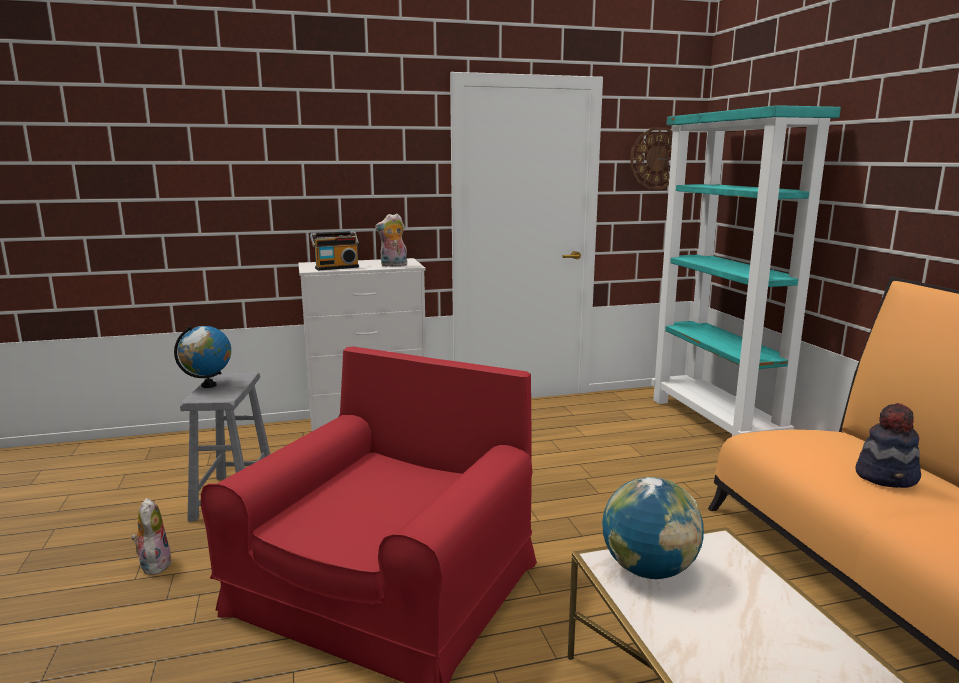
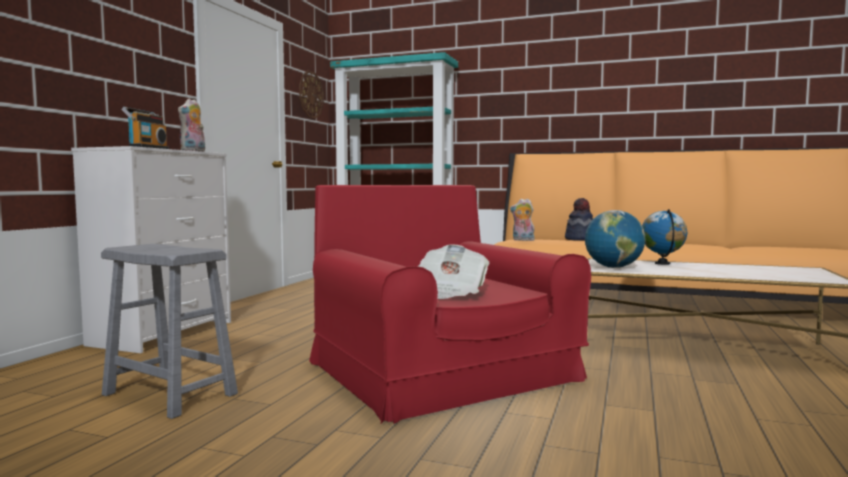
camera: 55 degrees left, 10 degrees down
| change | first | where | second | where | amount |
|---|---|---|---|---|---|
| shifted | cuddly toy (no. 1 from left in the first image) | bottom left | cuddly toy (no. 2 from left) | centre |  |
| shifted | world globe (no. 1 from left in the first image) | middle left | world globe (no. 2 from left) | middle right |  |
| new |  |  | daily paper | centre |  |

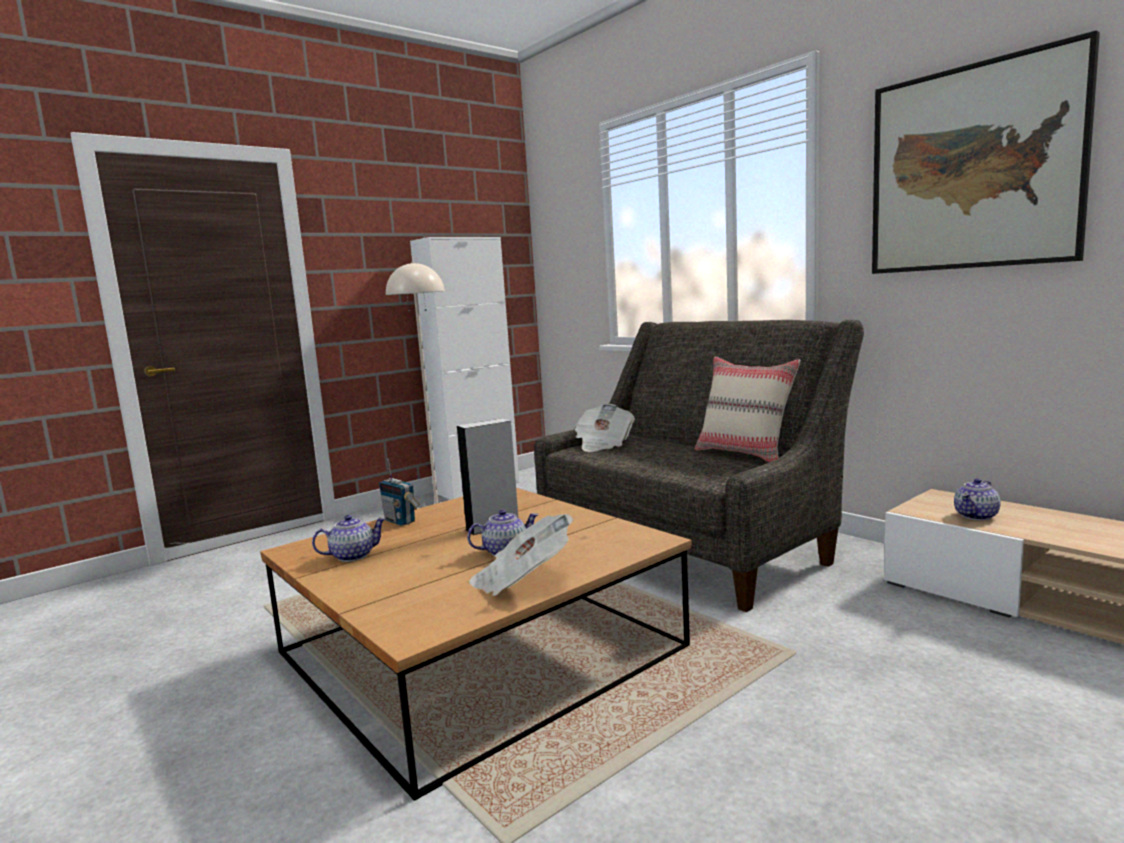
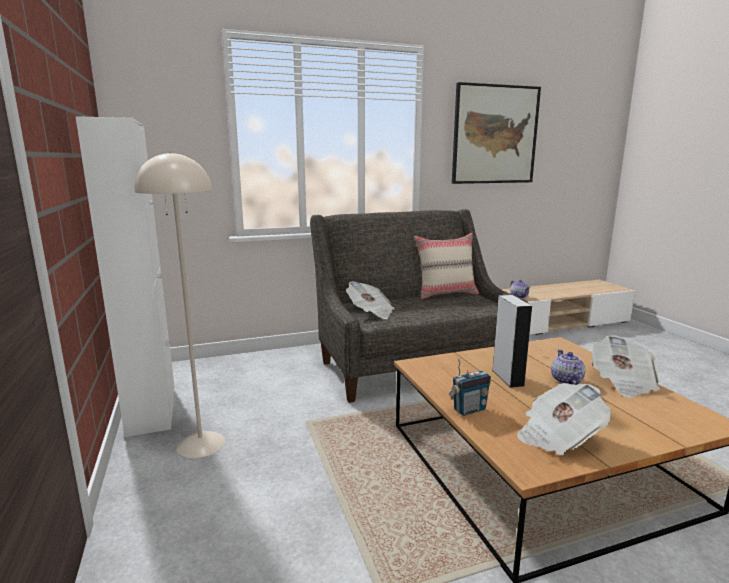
camera: 70 degrees left, 5 degrees up
| change | first | where | second | where | amount |
|---|---|---|---|---|---|
| swapped | teapot (no. 1 from left) | middle left | daily paper (no. 2 from left) | bottom right |  |

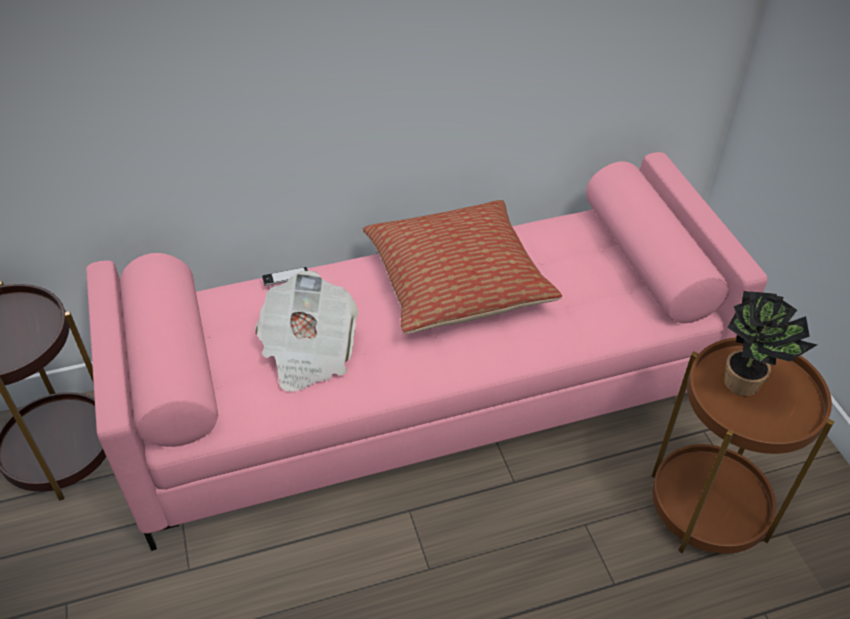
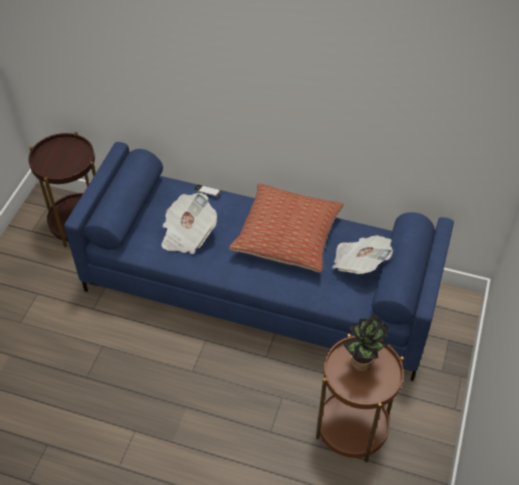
camera: 35 degrees right, 5 degrees up
| change | first | where | second | where | amount |
|---|---|---|---|---|---|
| repainted | pink sofa | centre | blue sofa | centre |  |
| new |  |  | daily paper (no. 2 from left) | middle right |  |

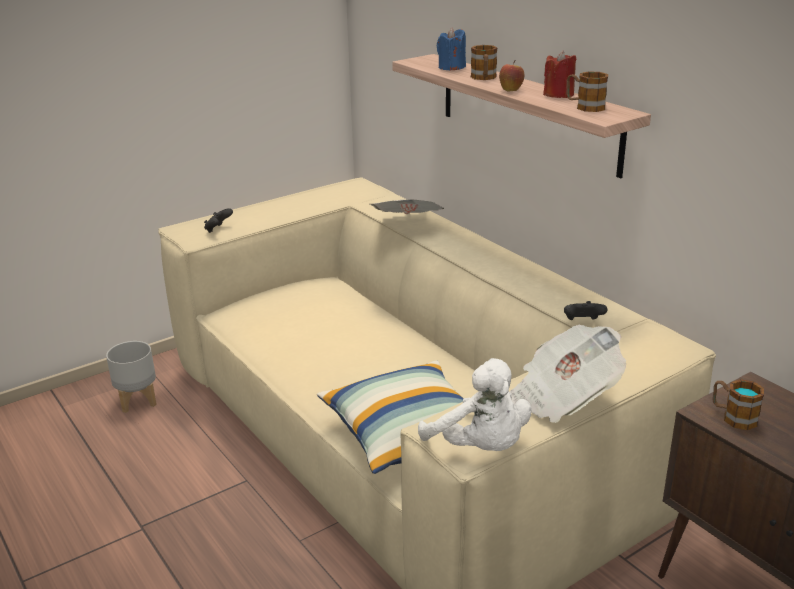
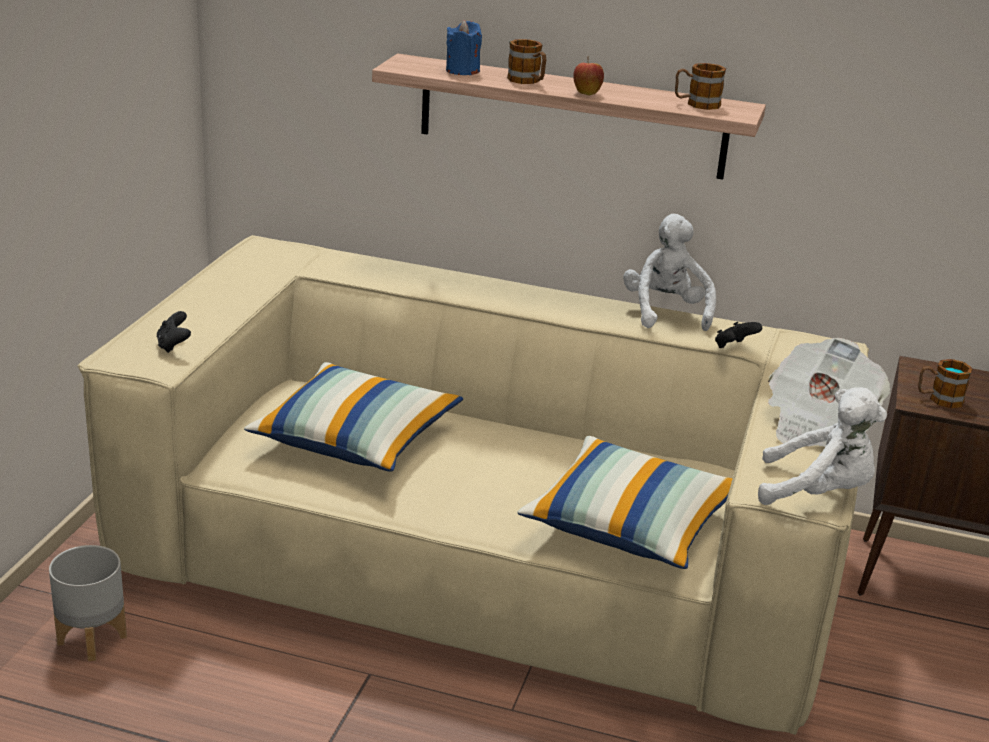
camera: 40 degrees left, 0 degrees up
| change | first | where | second | where | amount |
|---|---|---|---|---|---|
| gone | daily paper (no. 1 from left) | centre |  |  |  |
| gone | reddish candle | top right |  |  |  |
| new |  |  | cushion (no. 1 from left) | centre |  |
| new |  |  | white-coloured cuddly toy (no. 1 from left) | middle right |  |

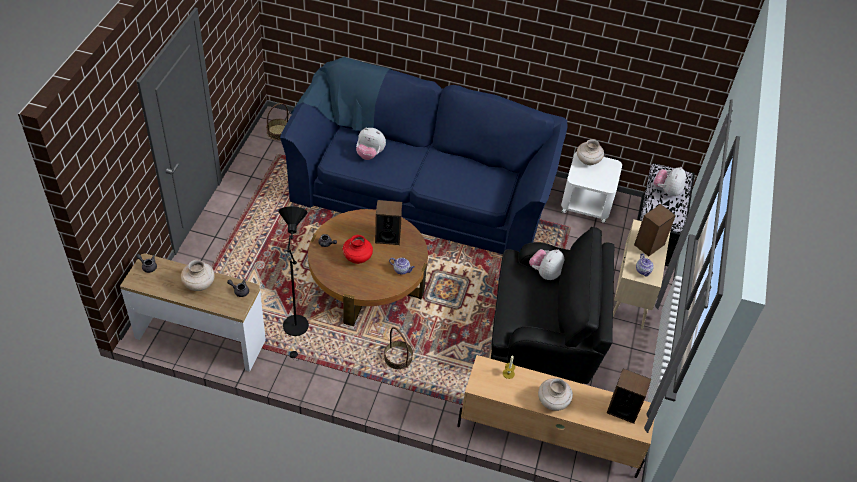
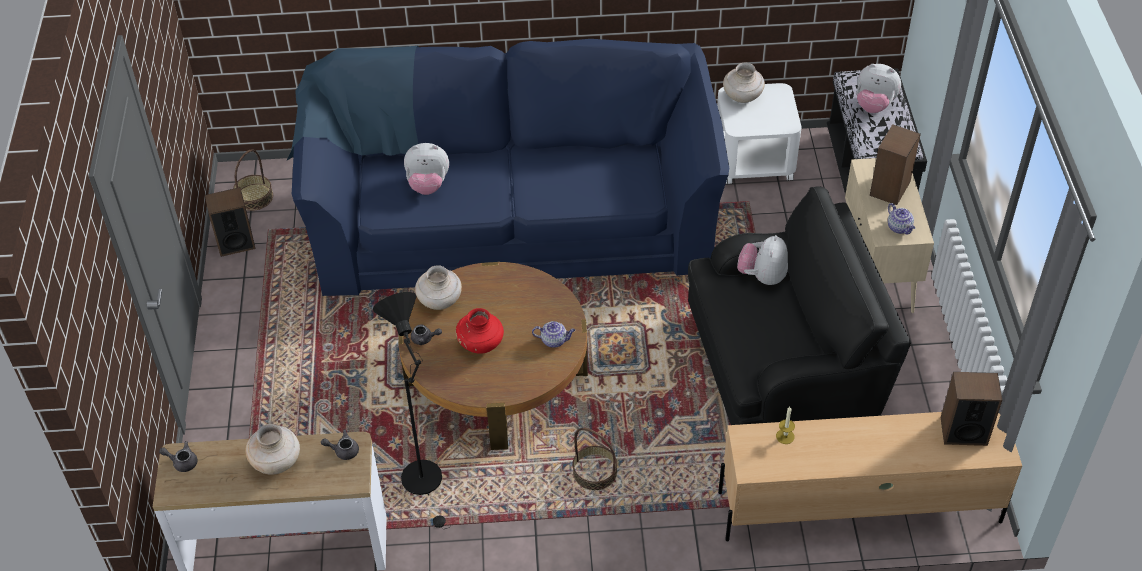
camera: 15 degrees left, 0 degrees up
| change | first | where | second | where | amount |
|---|---|---|---|---|---|
| shifted | speaker (no. 1 from left) | centre |  | middle left |  |
| shifted | beige vase (no. 2 from left) | bottom centre |  | centre |  |
| rotated | cuddly toy (no. 3 from left) | middle right |  | top right | 75 degrees counterclockwise |

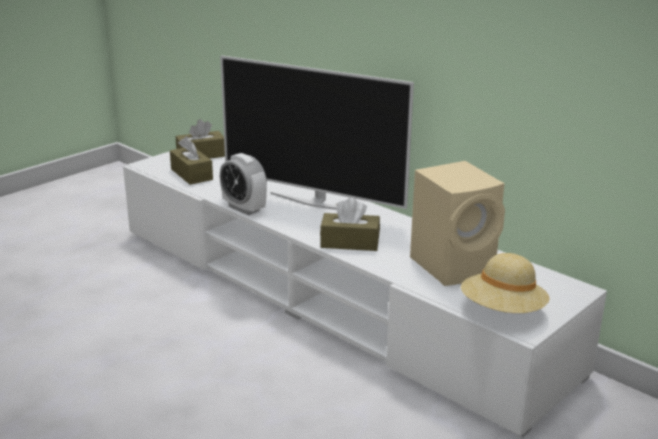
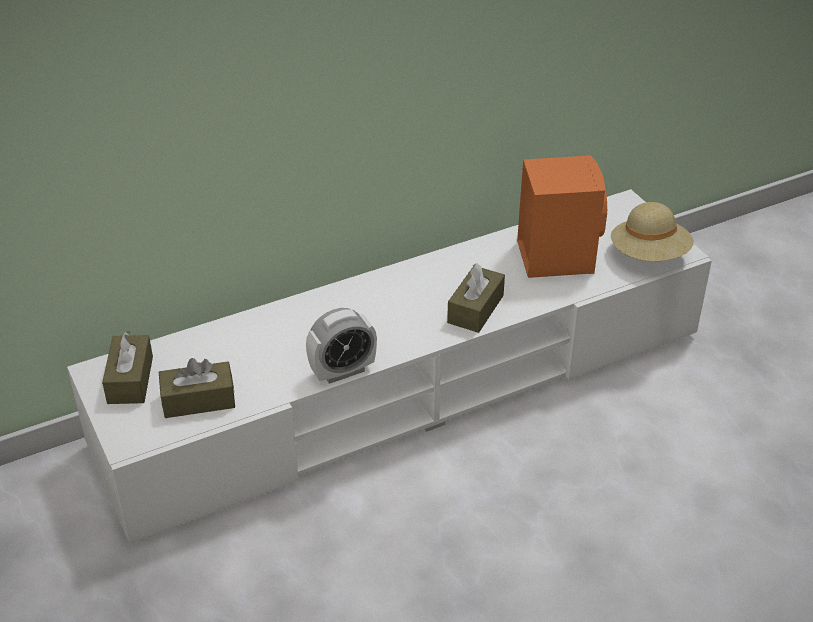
camera: 70 degrees left, 15 degrees up
| change | first | where | second | where | amount |
|---|---|---|---|---|---|
| gone | TV | top centre |  |  |  |
| repainted | beige speaker | middle right | orange speaker | middle right |  |

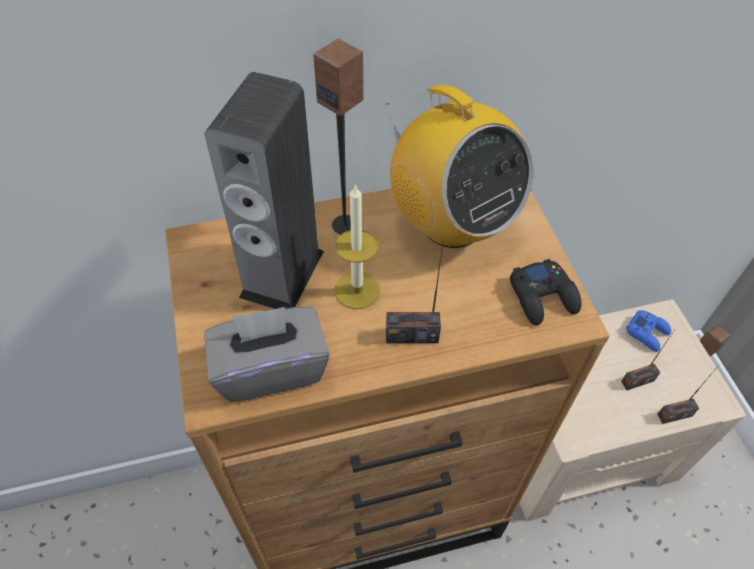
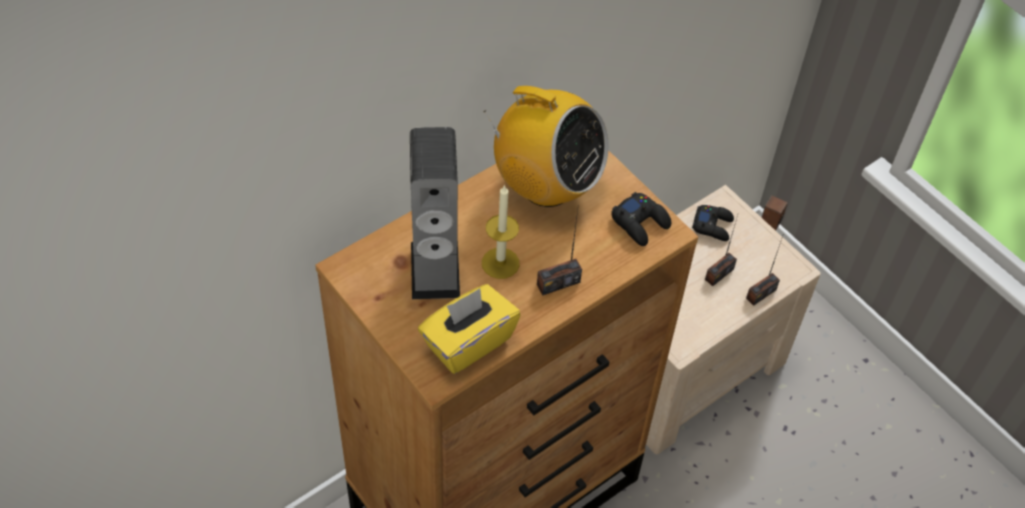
camera: 25 degrees left, 0 degrees up
| change | first | where | second | where | amount |
|---|---|---|---|---|---|
| repainted | gray tissue holder | centre | yellow-coloured tissue holder | centre |  |
| gone | speaker (no. 2 from left) | top centre |  |  |  |
| repainted | blue game controller | middle right | black-coloured game controller (no. 2 from left) | middle right |  |

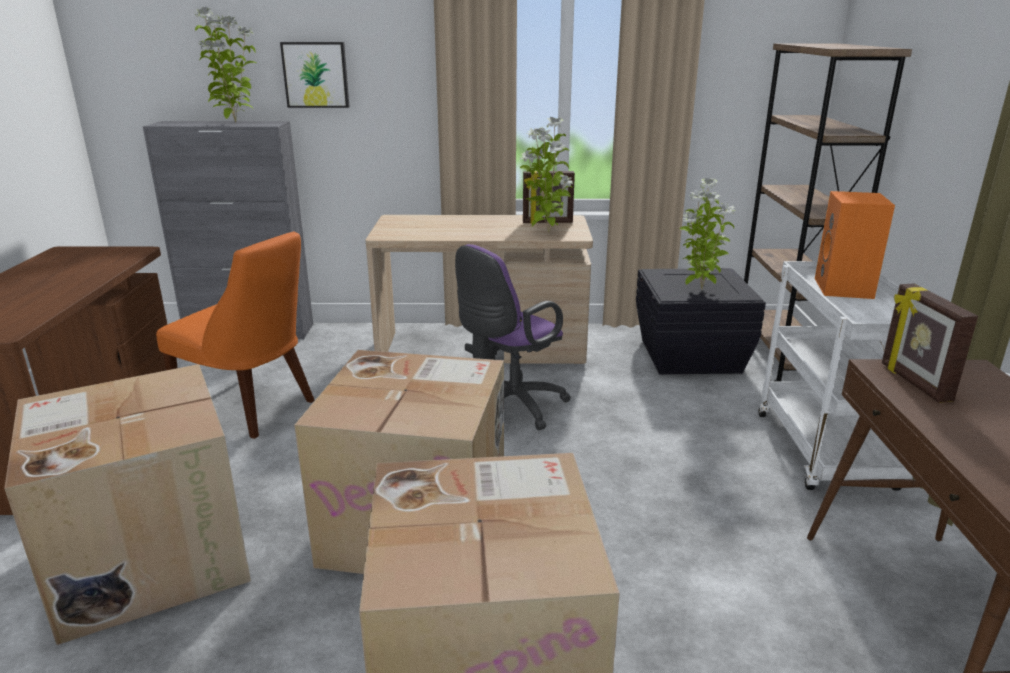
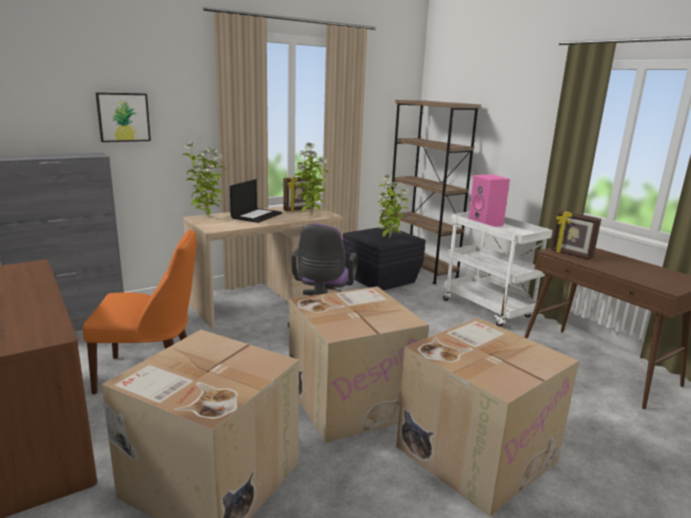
camera: 35 degrees left, 5 degrees down
| change | first | where | second | where | amount |
|---|---|---|---|---|---|
| shifted | potted plant (no. 1 from left) | top left |  | middle left |  |
| repainted | orange speaker | middle right | pink speaker | middle right |  |
| new |  |  | notebook computer | centre |  |

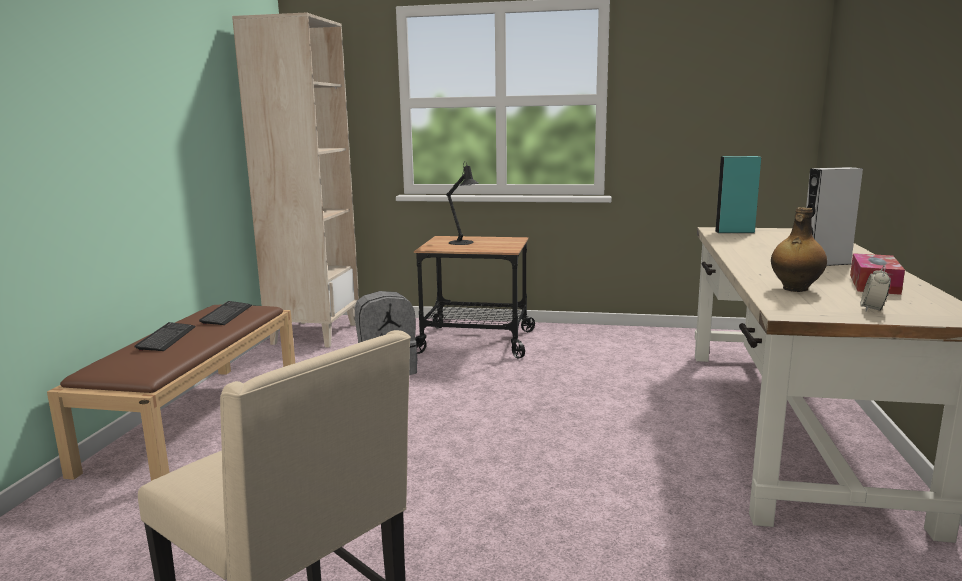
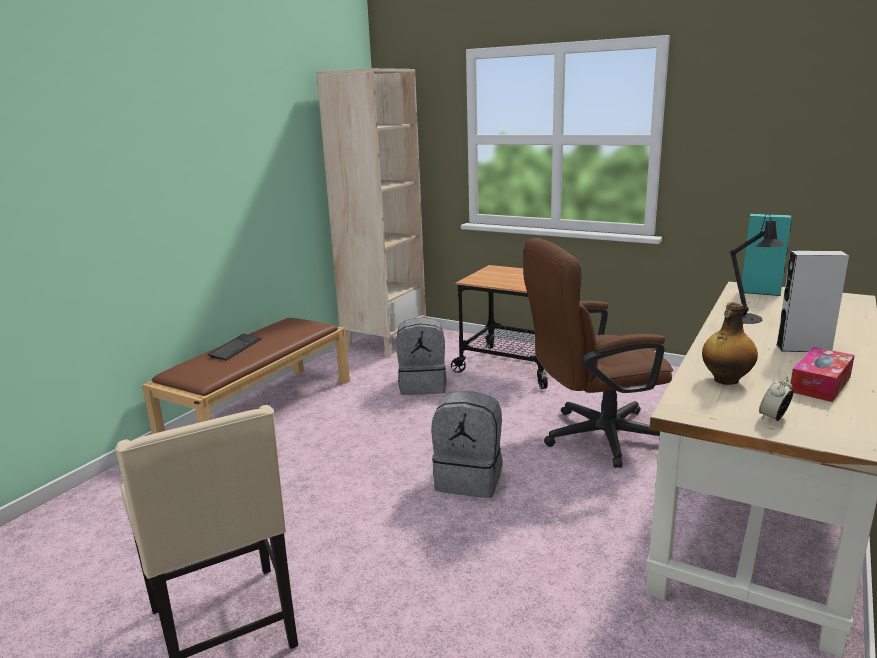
camera: 20 degrees right, 5 degrees up
| change | first | where | second | where | amount |
|---|---|---|---|---|---|
| gone | keyboard (no. 2 from left) | middle left |  |  |  |
| shifted | black-coloured tabletop lamp | centre |  | middle right |  |
| new |  |  | gray rucksack (no. 2 from left) | bottom centre |  |
| new |  |  | brown-coloured office chair | middle right |  |

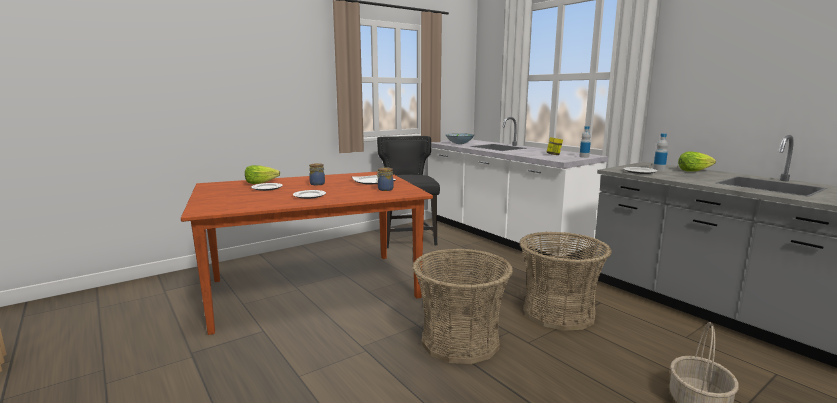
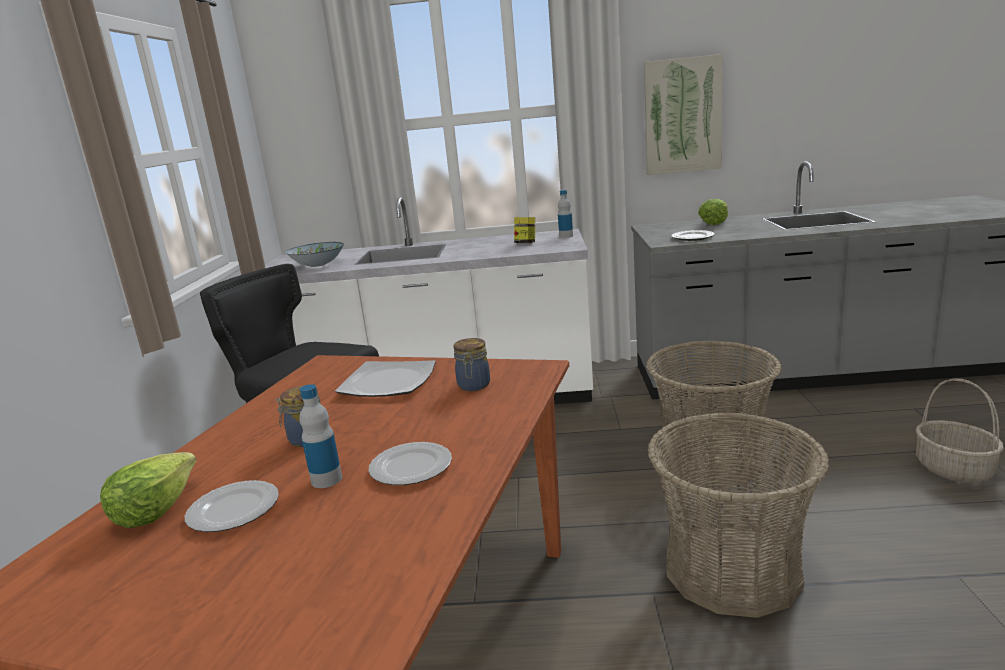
camera: 50 degrees left, 5 degrees up
| change | first | where | second | where | amount |
|---|---|---|---|---|---|
| shifted | bottle (no. 2 from left in the first image) | middle right | bottle (no. 1 from left) | middle left |  |
| new |  |  | wall picture | top right |  |

